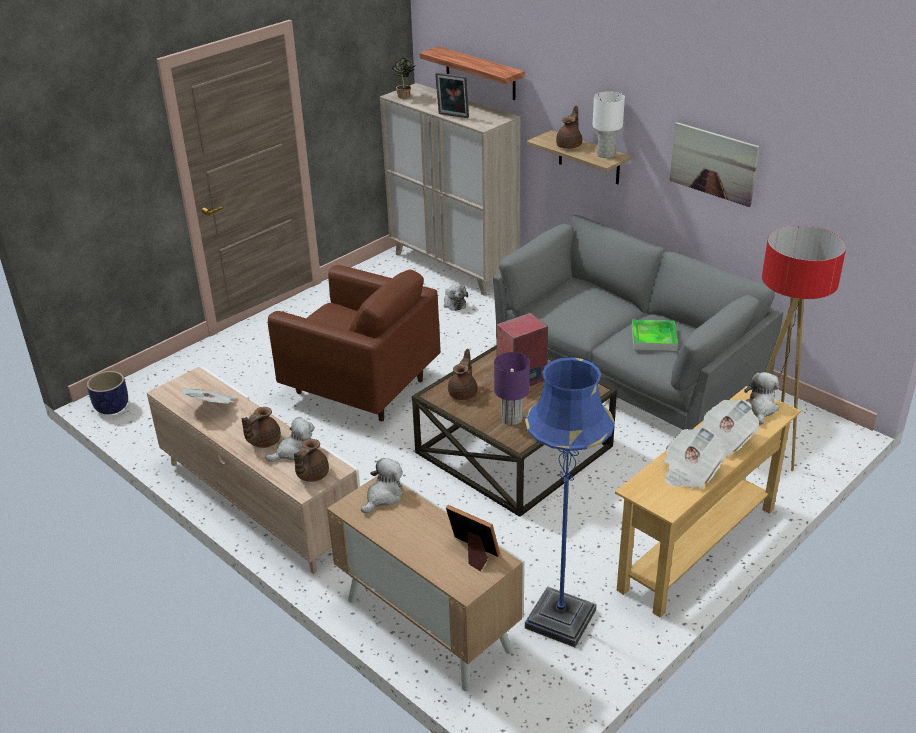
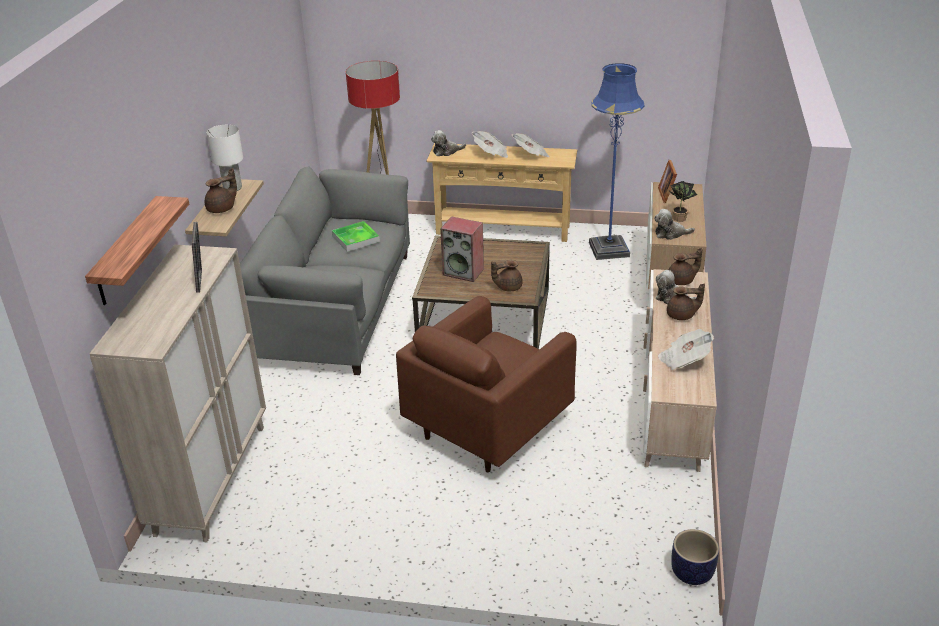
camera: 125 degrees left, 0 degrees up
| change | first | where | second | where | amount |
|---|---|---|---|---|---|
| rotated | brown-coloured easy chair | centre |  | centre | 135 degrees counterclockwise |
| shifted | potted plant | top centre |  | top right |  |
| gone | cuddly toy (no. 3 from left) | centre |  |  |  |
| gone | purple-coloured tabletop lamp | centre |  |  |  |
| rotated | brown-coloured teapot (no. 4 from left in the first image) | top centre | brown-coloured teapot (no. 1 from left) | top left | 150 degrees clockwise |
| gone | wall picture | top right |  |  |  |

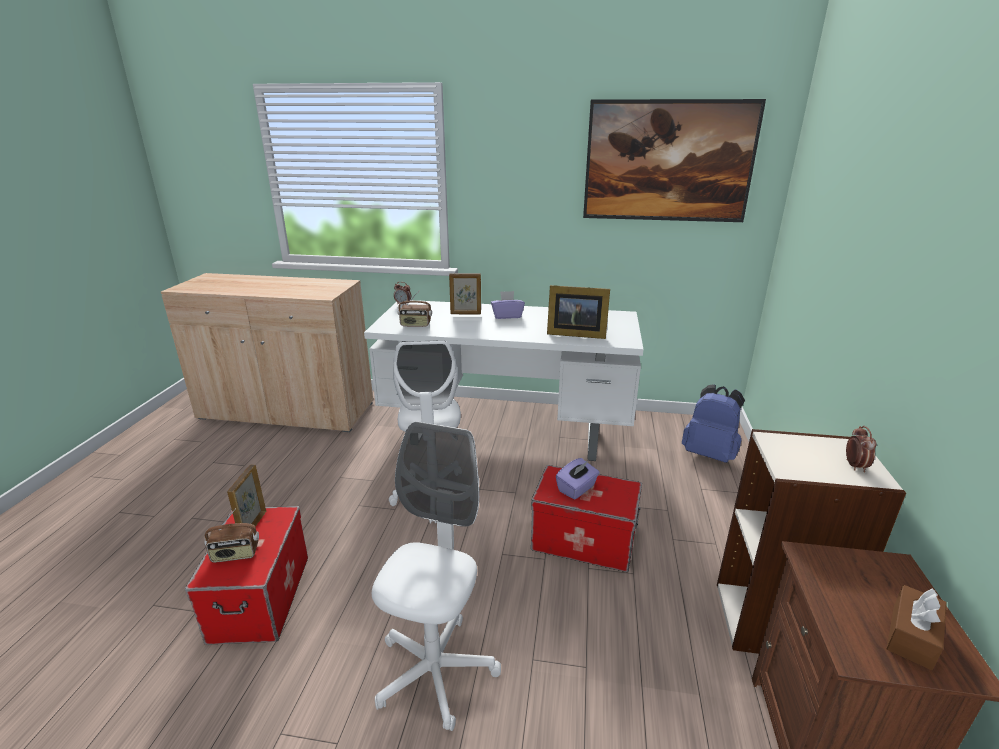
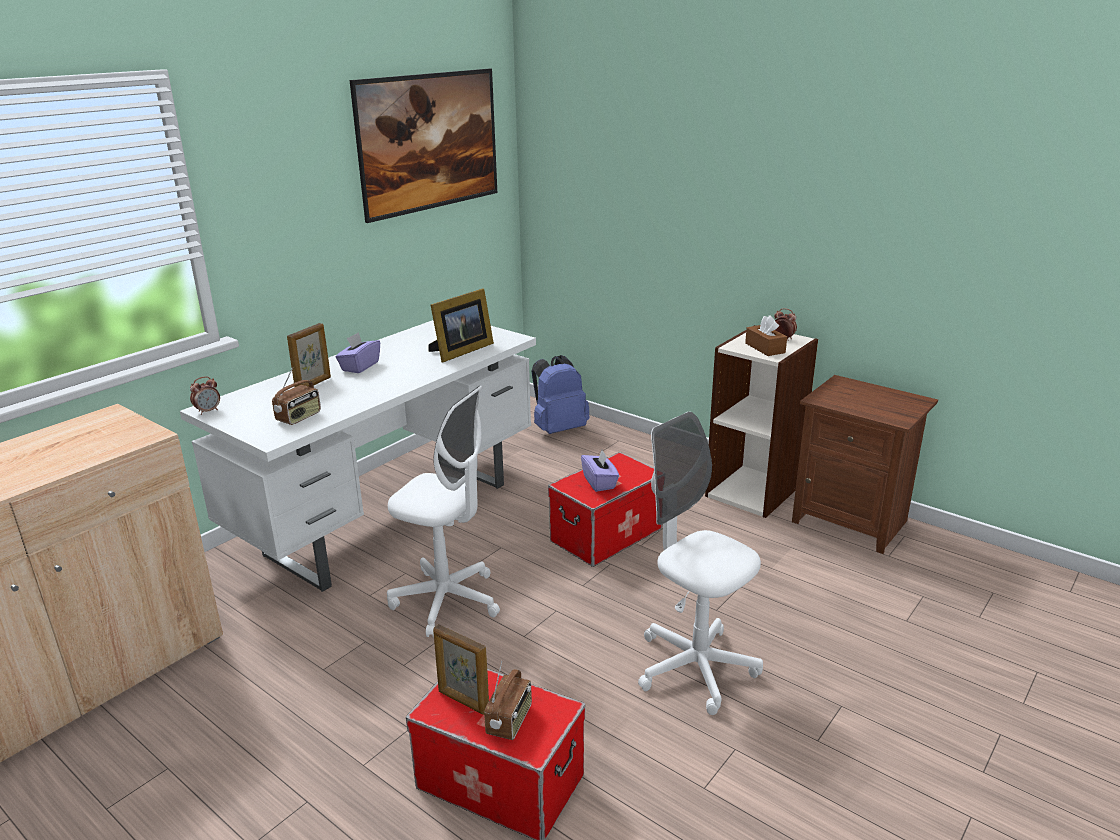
camera: 60 degrees left, 0 degrees up
| change | first | where | second | where | amount |
|---|---|---|---|---|---|
| shifted | brown-coloured tissue holder | bottom right |  | middle right |  |

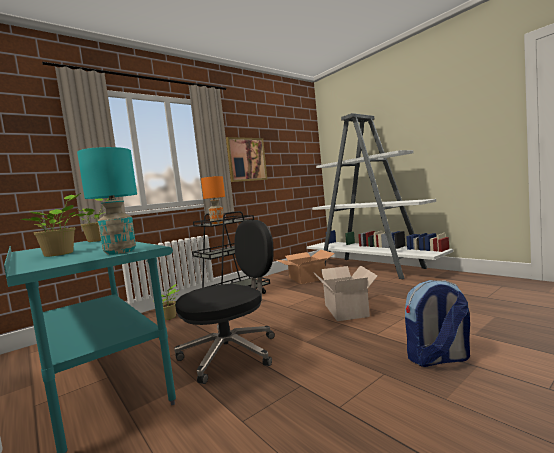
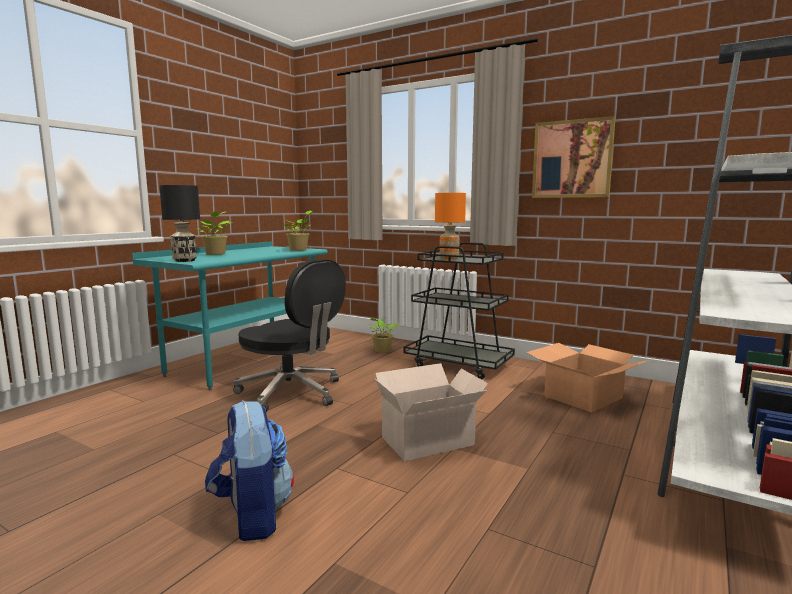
camera: 70 degrees right, 5 degrees up
| change | first | where | second | where | amount |
|---|---|---|---|---|---|
| repainted | turquoise-coloured tabletop lamp | middle left | black-coloured tabletop lamp | middle left |  |

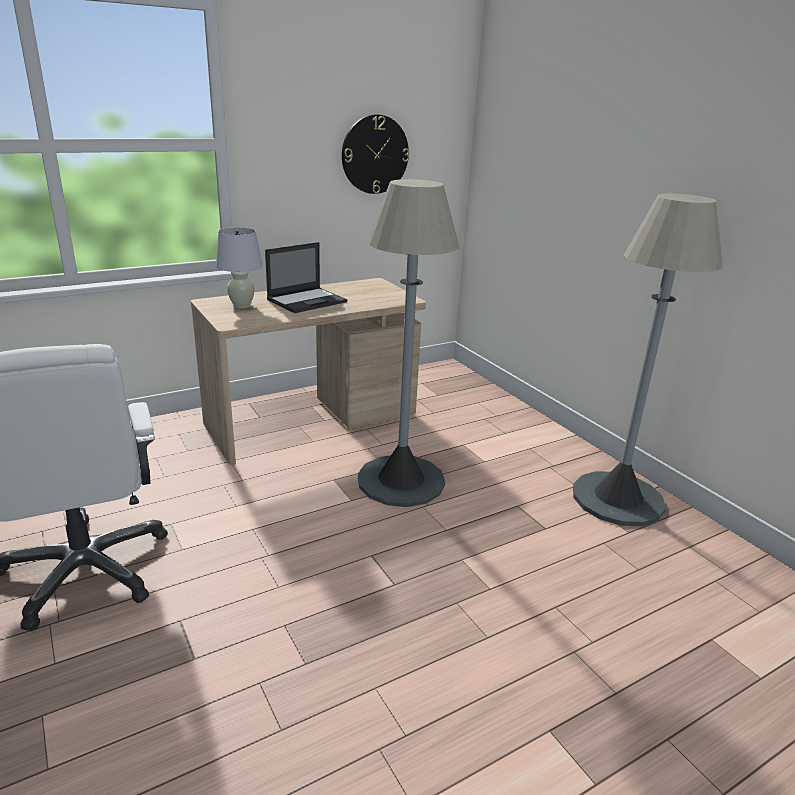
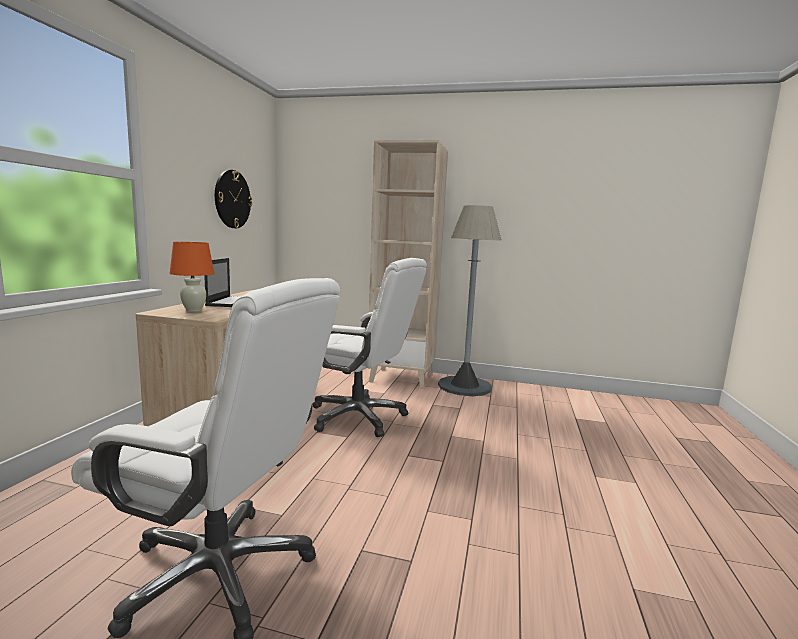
camera: 45 degrees left, 15 degrees down
| change | first | where | second | where | amount |
|---|---|---|---|---|---|
| repainted | white-coloured tabletop lamp | middle left | orange tabletop lamp | middle left |  |
| swapped | gray floor lamp (no. 1 from left) | centre | white-coloured office chair (no. 2 from left) | centre |  |
| new |  |  | beige bookshelf | centre |  |

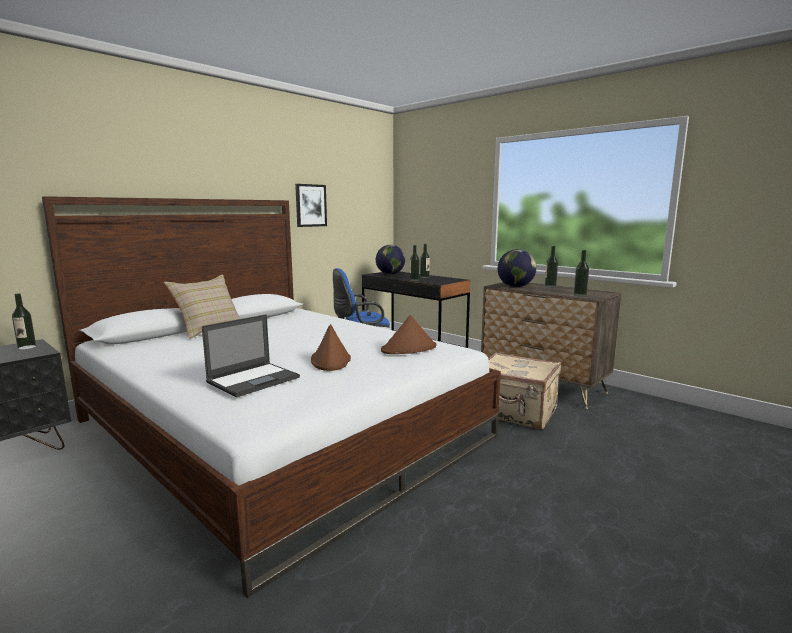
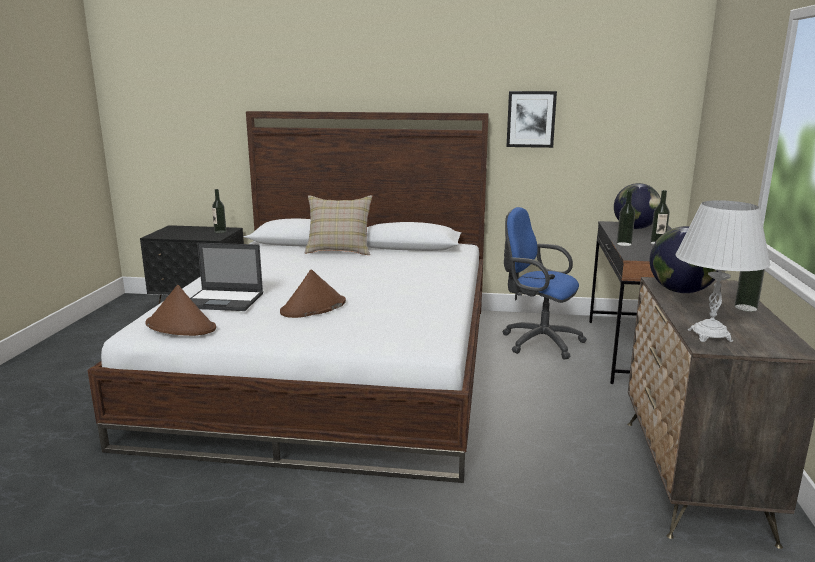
camera: 55 degrees right, 5 degrees up
| change | first | where | second | where | amount |
|---|---|---|---|---|---|
| shifted | brown-coloured wearable hat (no. 2 from left in the first image) | centre | brown-coloured wearable hat (no. 1 from left) | middle left |  |
| gone | beige suitcase | centre |  |  |  |
| swapped | bottle (no. 5 from left) | middle right | white-coloured tabletop lamp | middle right |  |

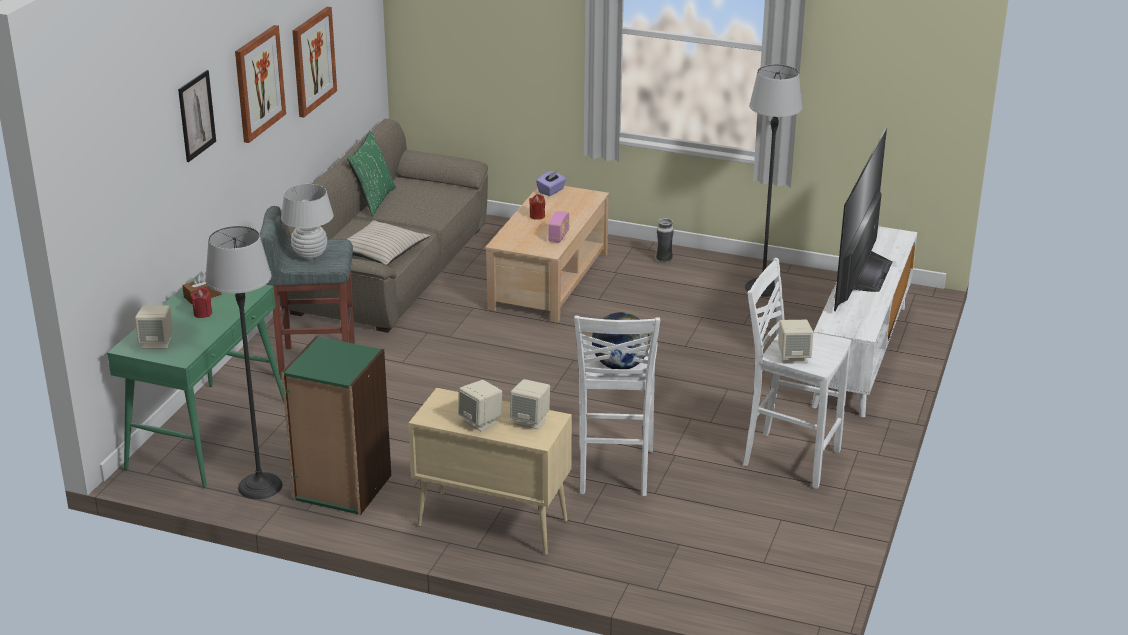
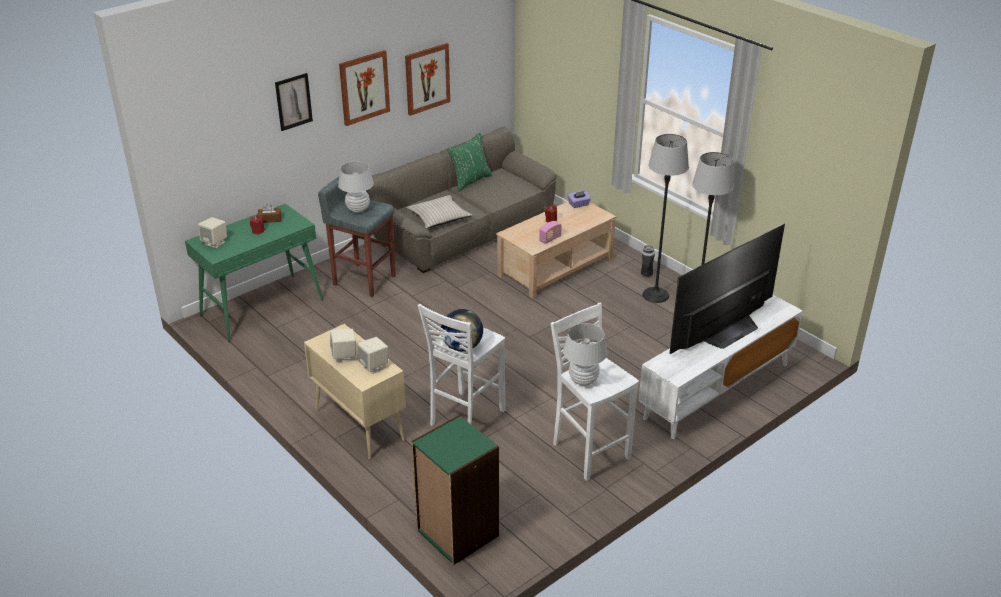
camera: 30 degrees right, 5 degrees up
| change | first | where | second | where | amount |
|---|---|---|---|---|---|
| shifted | floor lamp (no. 1 from left) | middle left |  | centre |  |
| shifted | green bookshelf | bottom left |  | bottom centre |  |
| swapped | beige speaker (no. 4 from left) | middle right | white-coloured tabletop lamp (no. 2 from left) | centre |  |

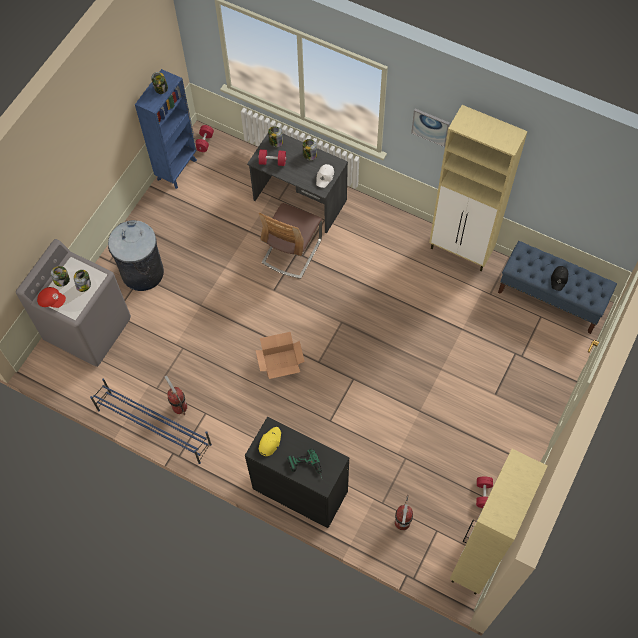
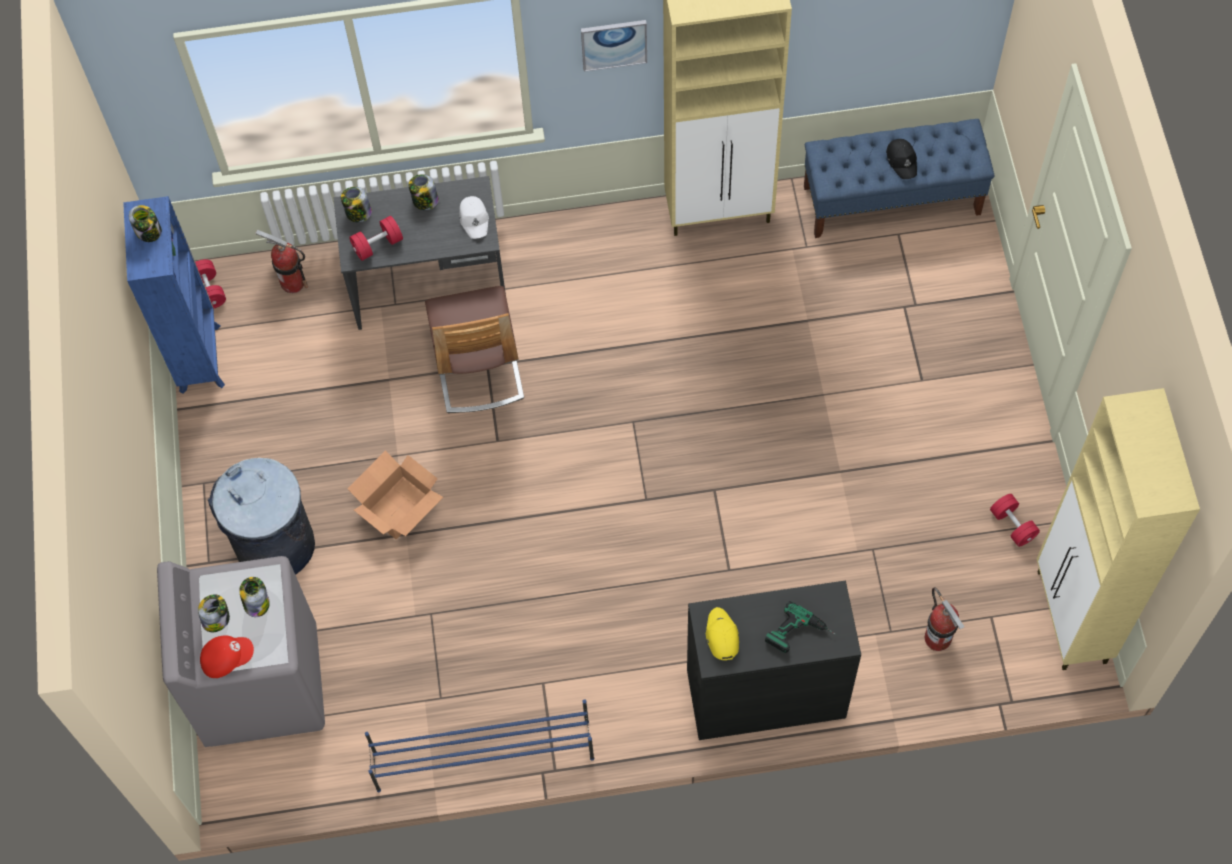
camera: 35 degrees left, 0 degrees up
| change | first | where | second | where | amount |
|---|---|---|---|---|---|
| shifted | fire extinguisher (no. 1 from left) | middle left |  | top left |  |
| shifted | carton | centre |  | middle left |  |

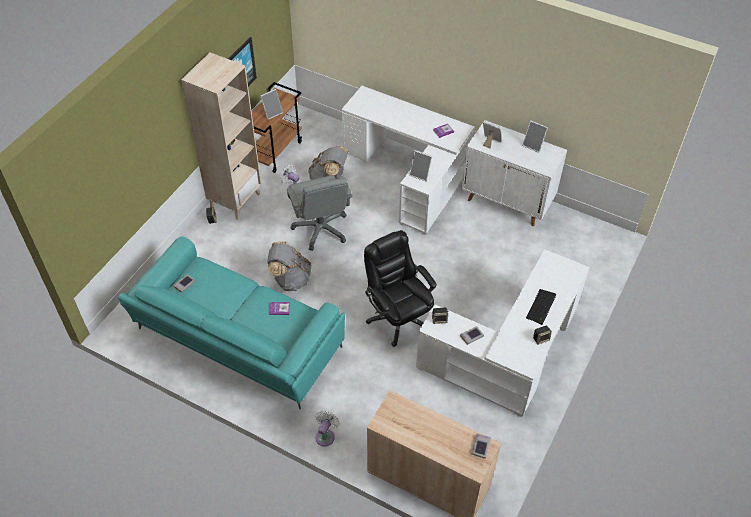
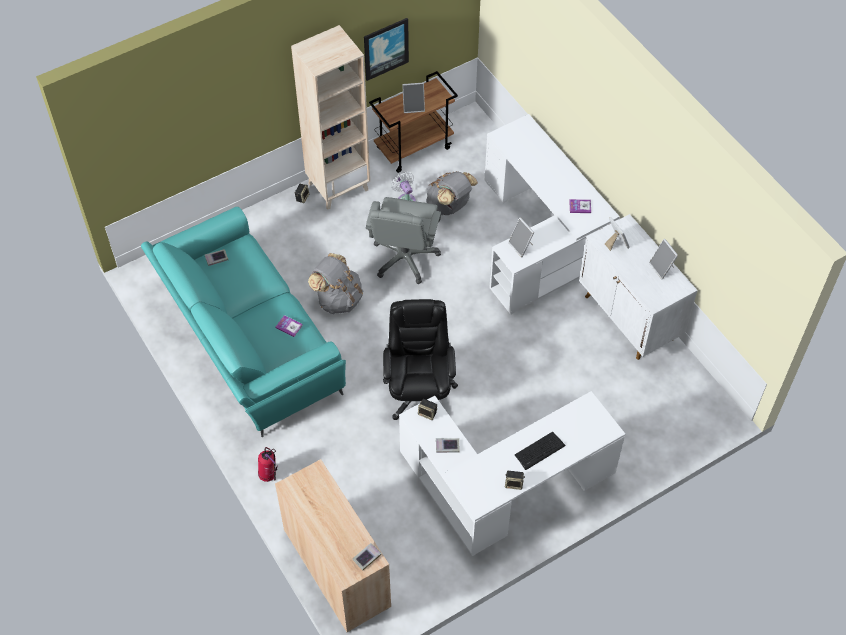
camera: 30 degrees right, 5 degrees up
| change | first | where | second | where | amount |
|---|---|---|---|---|---|
| swapped | white-coloured fan (no. 2 from left) | bottom centre | fire extinguisher | bottom left |  |

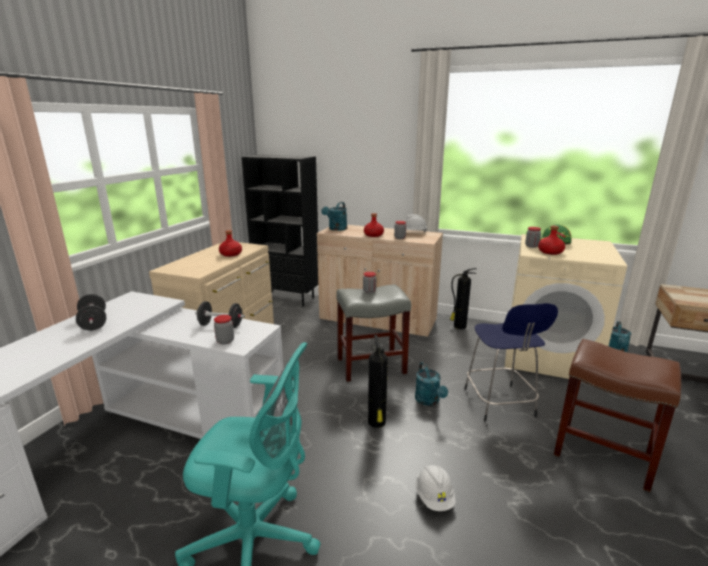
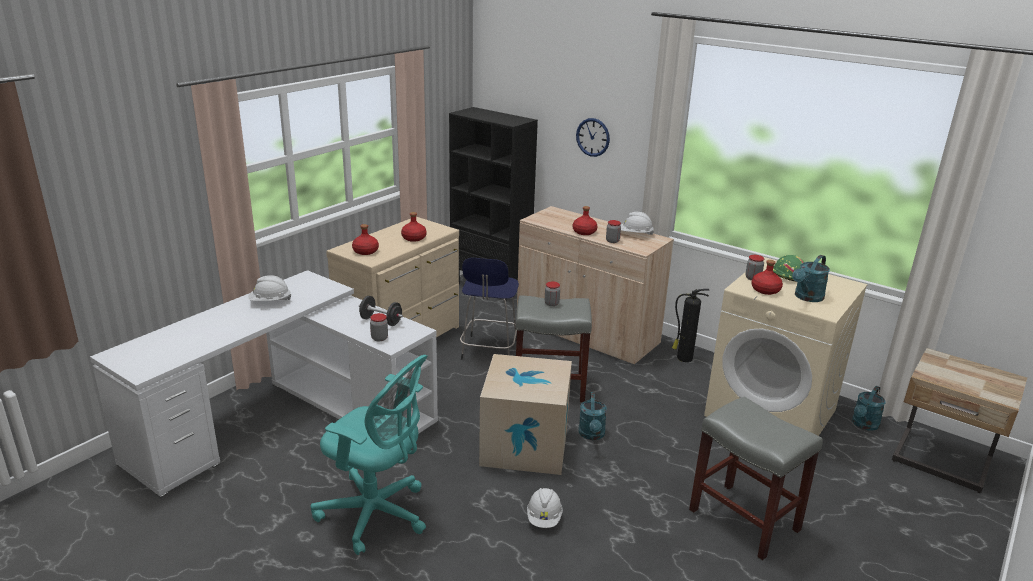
camera: 15 degrees right, 5 degrees up
| change | first | where | second | where | amount |
|---|---|---|---|---|---|
| swapped | black-coloured free weight (no. 1 from left) | middle left | white-coloured work helmet (no. 1 from left) | middle left |  |
| shifted | turquoise-coloured watering can (no. 1 from left in the first image) | centre | turquoise-coloured watering can (no. 2 from left) | middle right |  |
| swapped | fire extinguisher (no. 1 from left) | bottom centre | carton | bottom centre |  |
| shifted | blue sitting stool | middle right |  | centre |  |
| repainted | brown-coloured sitting stool | bottom right | gray sitting stool (no. 2 from left) | bottom right |  |
| new |  |  | reddish bottle (no. 1 from left) | centre |  |
| new |  |  | clock on the wall | top centre |  |

